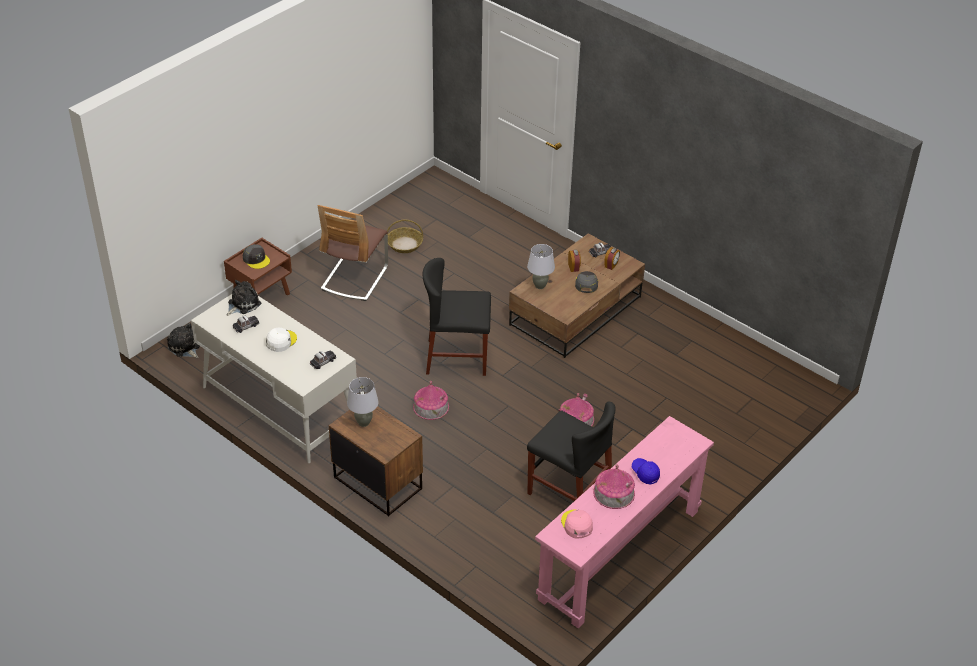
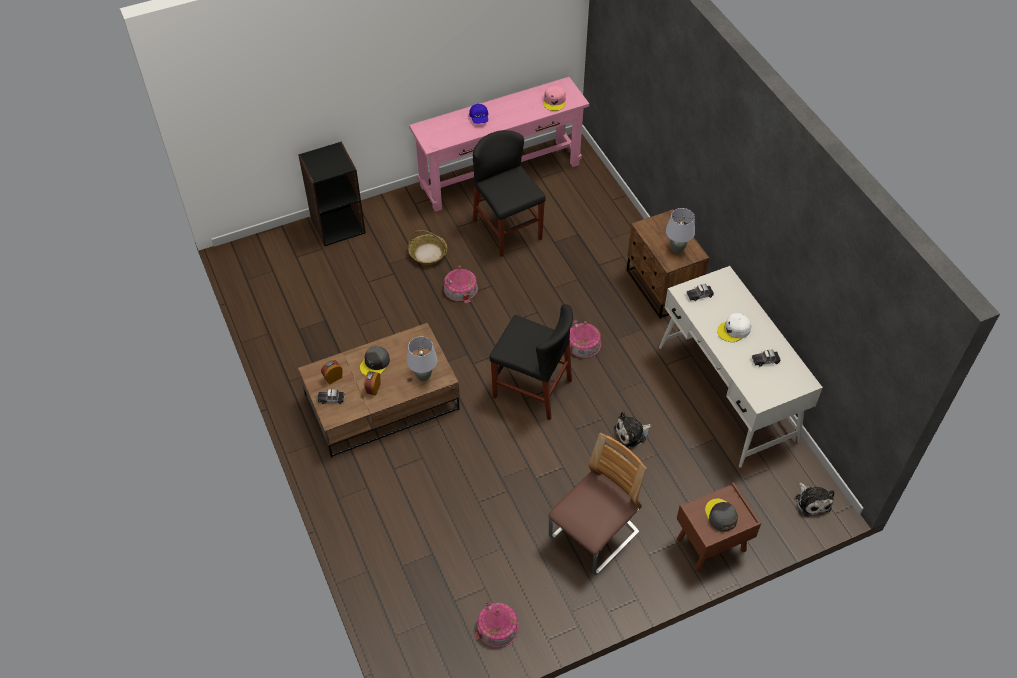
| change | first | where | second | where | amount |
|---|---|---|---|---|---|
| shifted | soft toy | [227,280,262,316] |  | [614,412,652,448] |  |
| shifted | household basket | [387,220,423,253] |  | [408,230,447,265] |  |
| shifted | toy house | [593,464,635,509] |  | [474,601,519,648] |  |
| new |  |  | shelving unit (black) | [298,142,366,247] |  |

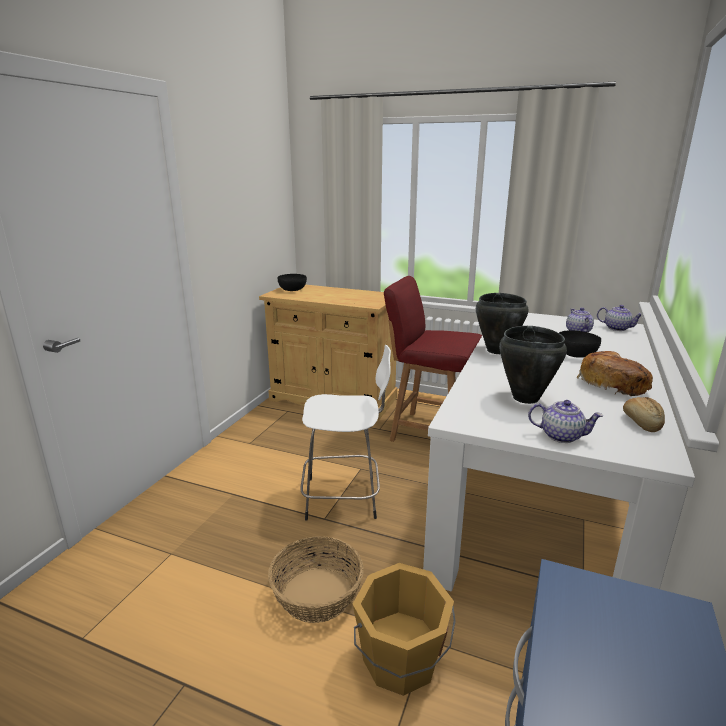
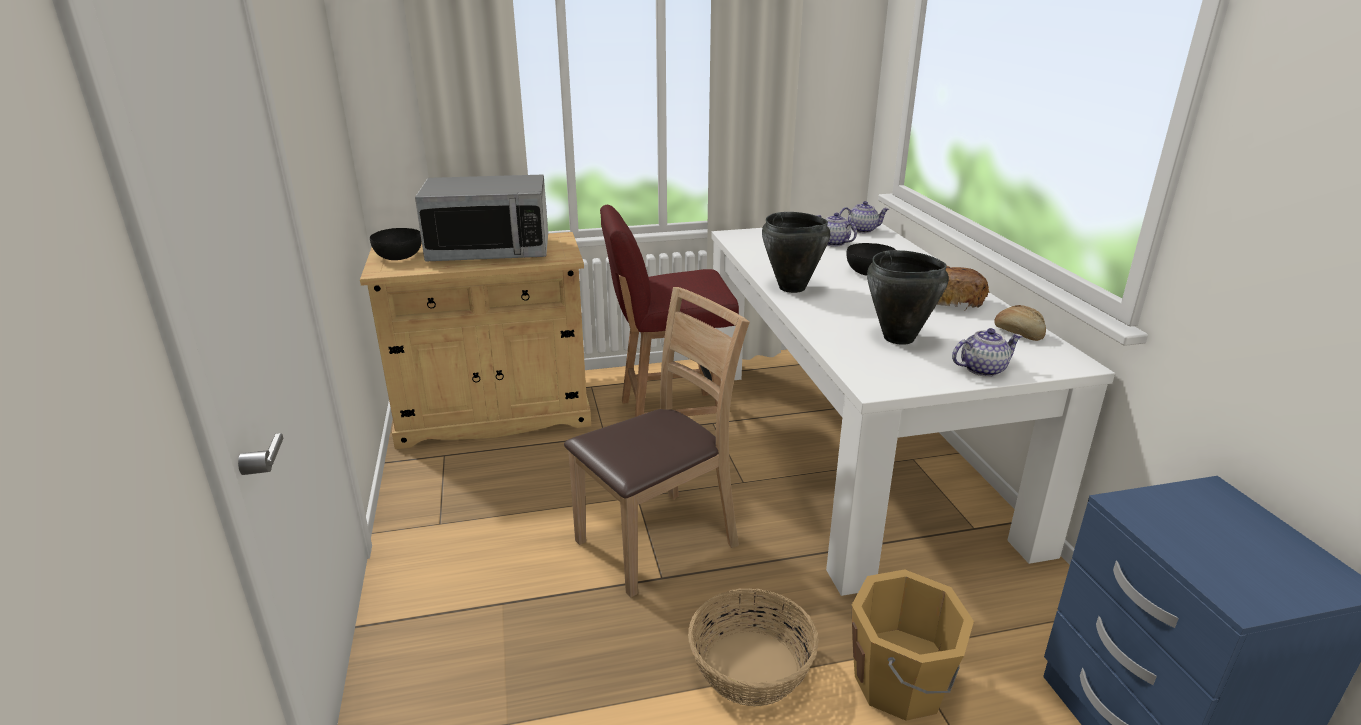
| change | first | where | second | where | amount |
|---|---|---|---|---|---|
| swapped | sitting stool (white-coloured) | [300,345,391,521] | chair (brownish) | [564,287,750,597] |  |
| new |  |  | kitchen microwave | [415,175,548,262] |  |

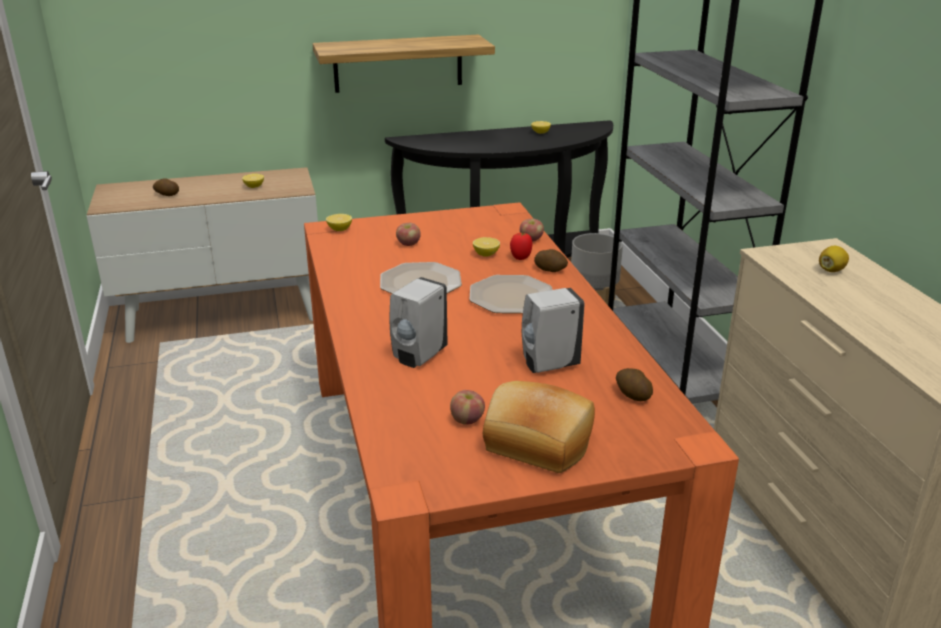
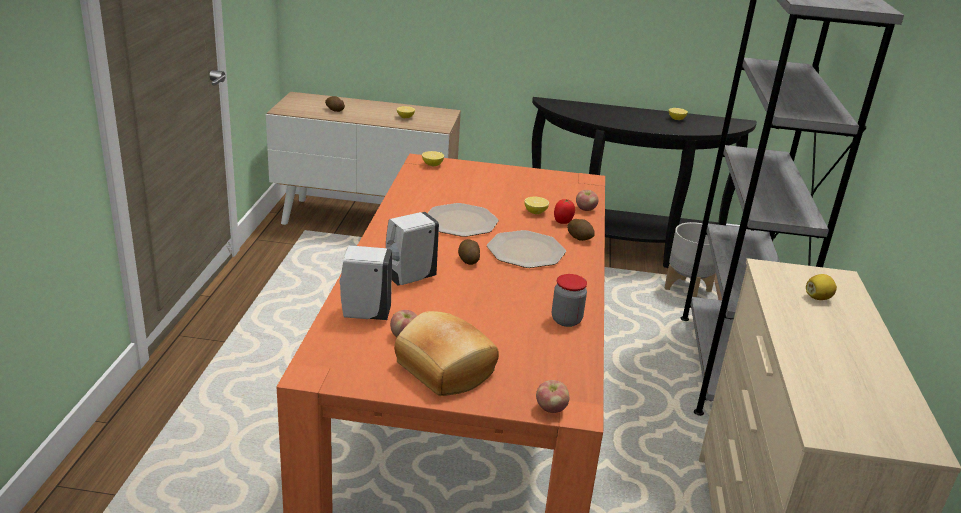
| change | first | where | second | where | amount |
|---|---|---|---|---|---|
| gone | bracket shelf | [313,34,495,93] |  |  |  |
| shifted | whole apple | [396,223,421,246] |  | [536,380,569,413] |  |
| shifted | soap dispenser (white-coloured) | [522,288,585,373] |  | [340,245,392,320] |  |
| shifted | potato | [616,368,653,401] |  | [458,239,480,265] |  |
| new |  |  | jar | [552,274,587,327] |  |

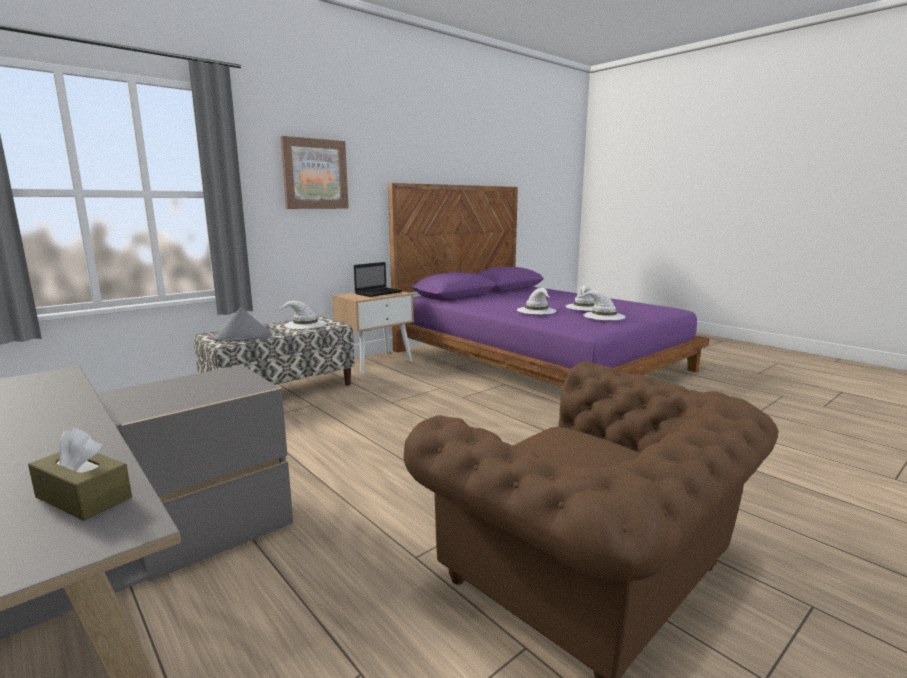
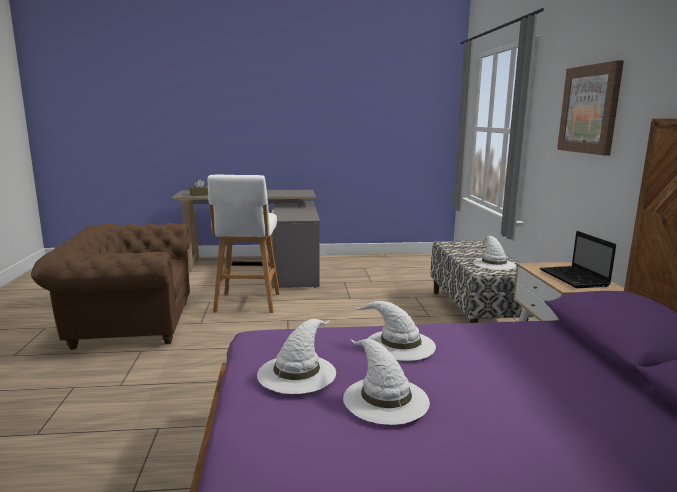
| change | first | where | second | where | amount |
|---|---|---|---|---|---|
| gone | wearable hat (greyish) | [212,307,272,341] |  |  |  |
| new |  |  | sitting stool (white-coloured) | [207,175,280,313] |  |

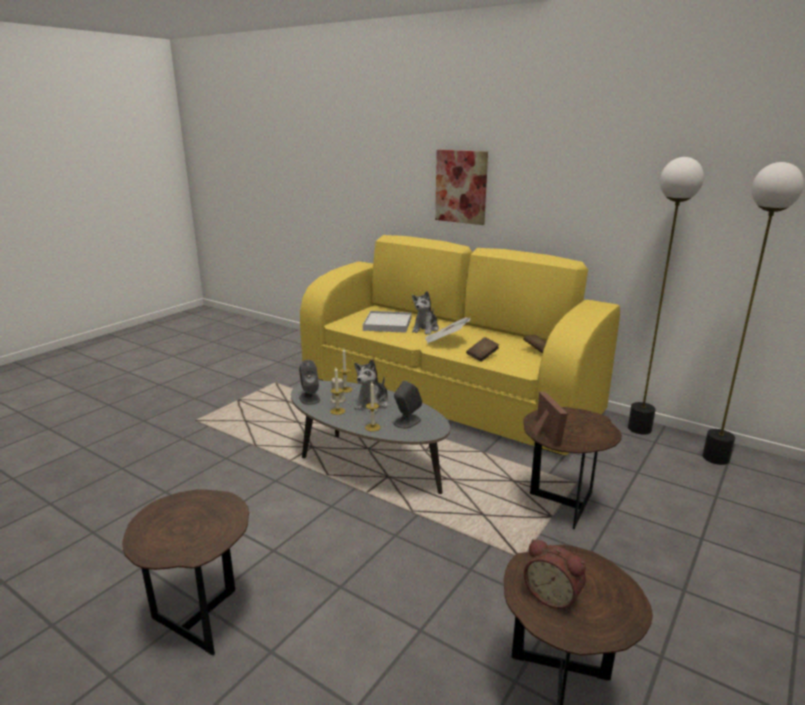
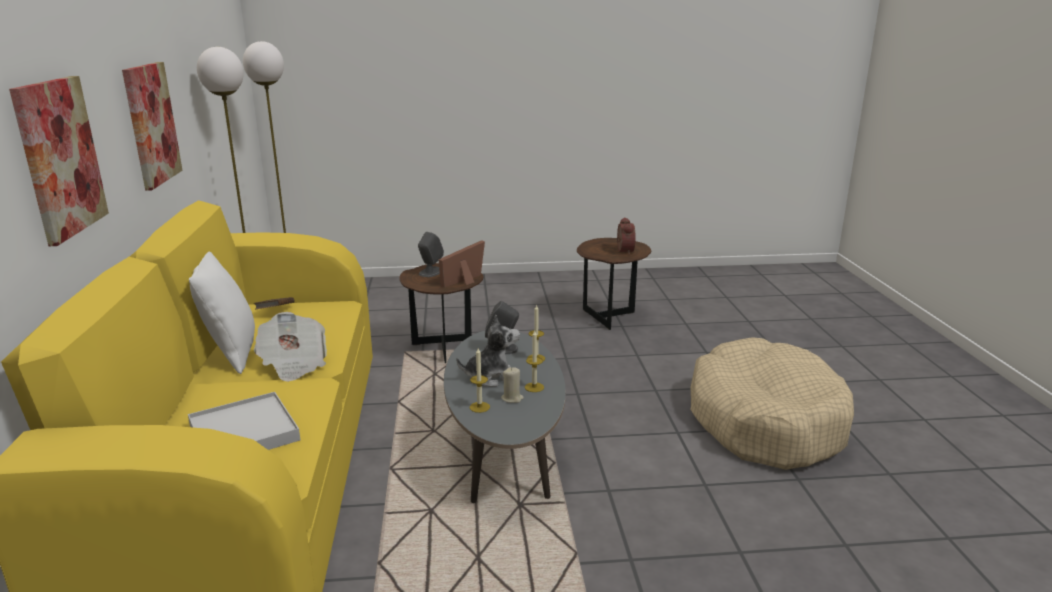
| change | first | where | second | where | amount |
|---|---|---|---|---|---|
| swapped | end table (brownish) | [122,489,249,656] | dog bed (sand-coloured) | [690,337,854,470] |  |
| shifted | audio speaker (greyish) | [299,360,320,405] |  | [418,232,444,277] |  |
| gone | soft toy | [412,291,439,335] |  |  |  |
| gone | bound book (brownish) | [466,337,499,362] |  |  |  |
| new |  |  | wall art | [122,62,183,191] |  |
| new |  |  | pillow (white-coloured) | [189,251,255,374] |  |

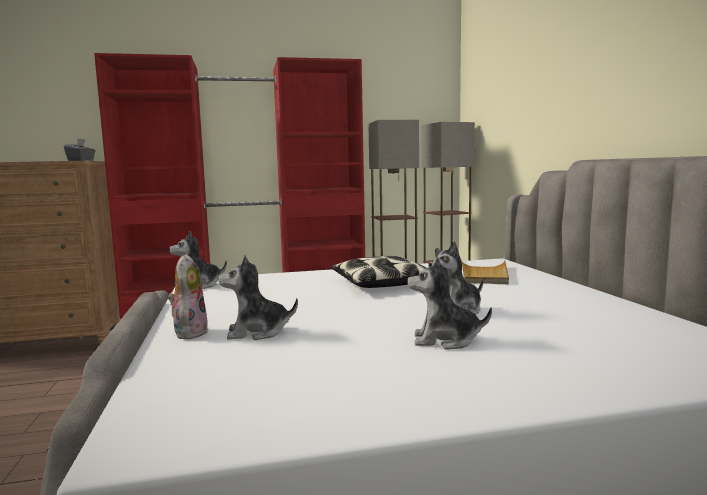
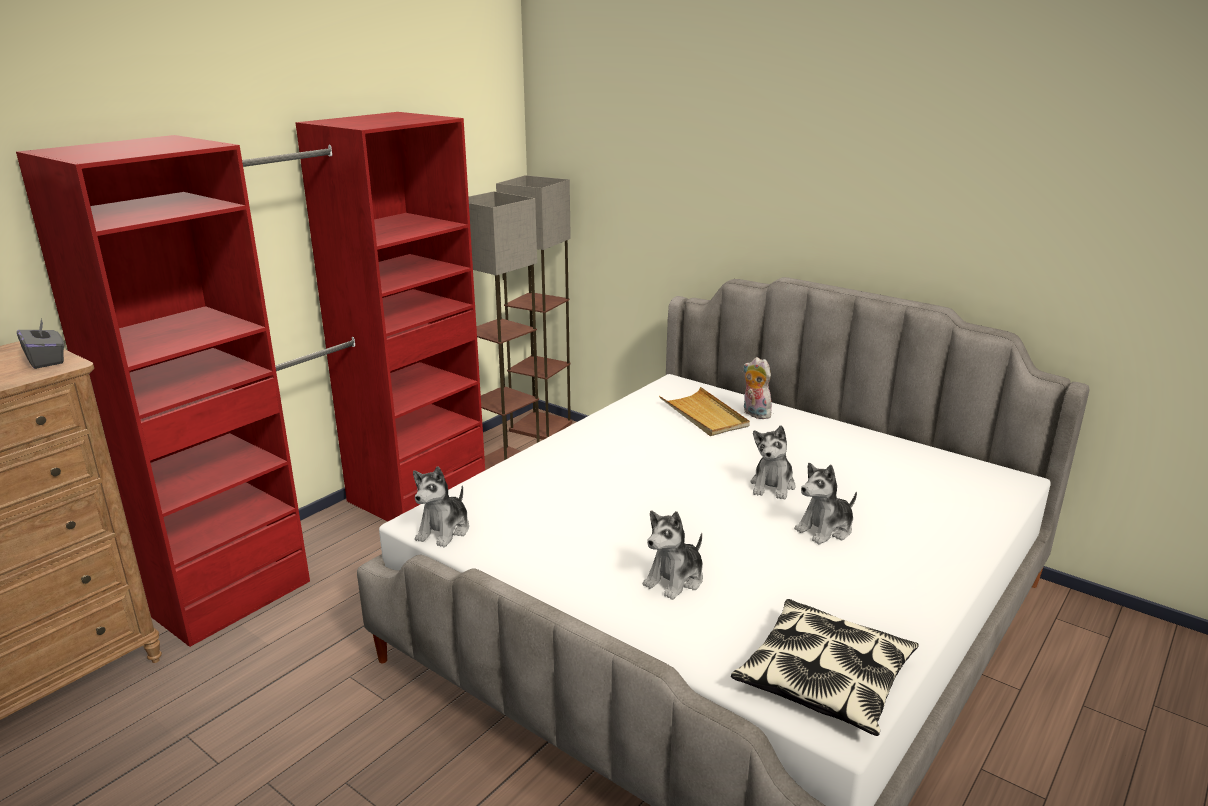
| change | first | where | second | where | amount |
|---|---|---|---|---|---|
| shifted | soft toy | [168,254,208,339] |  | [743,357,772,419] |  |
| shifted | pillow | [331,256,426,288] |  | [731,599,919,736] |  |

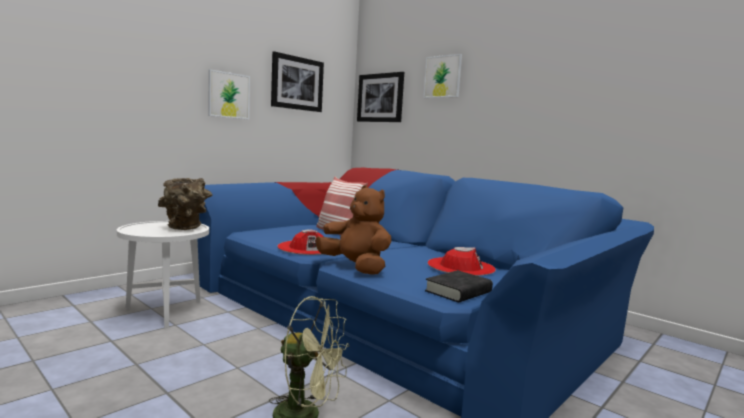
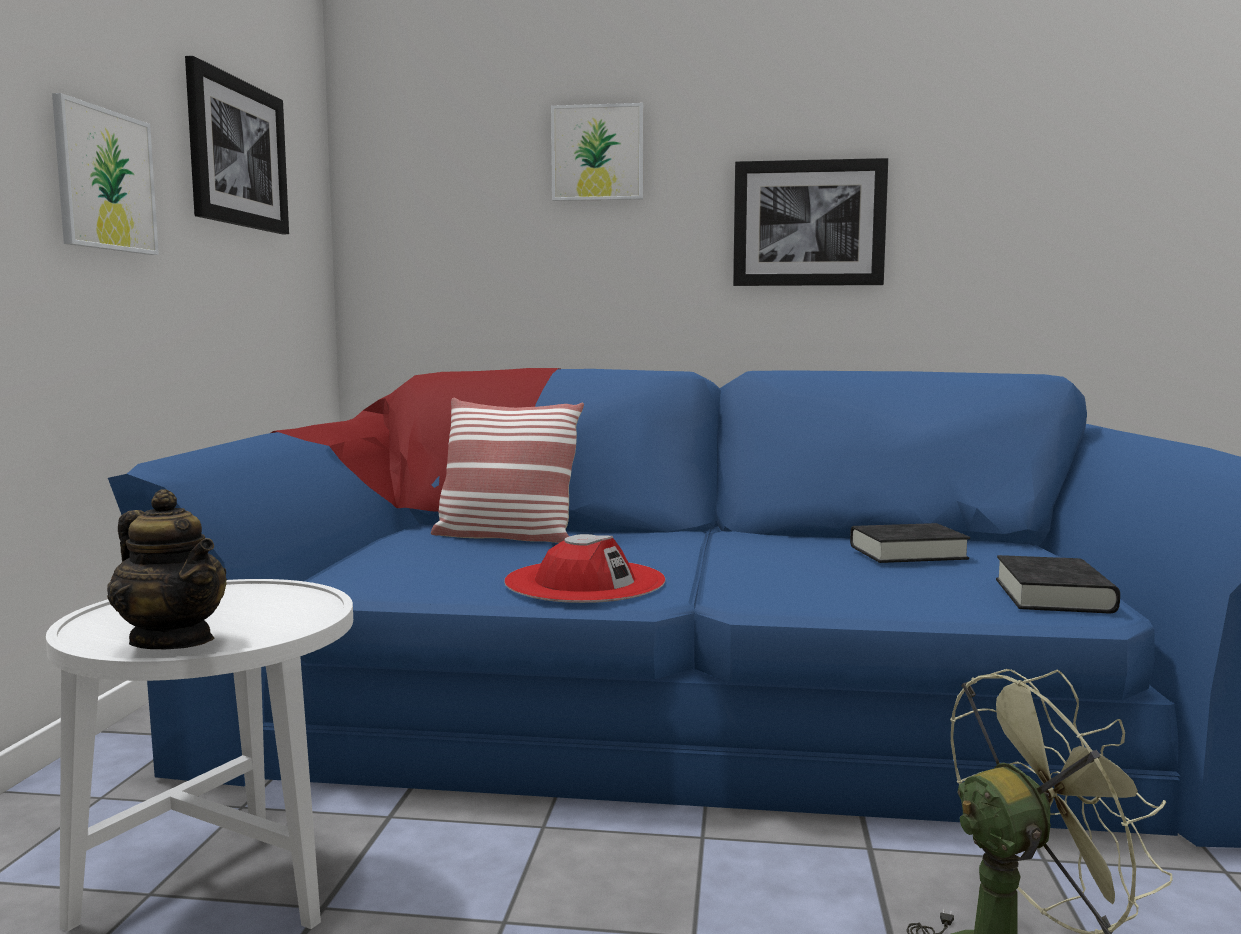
| change | first | where | second | where | amount |
|---|---|---|---|---|---|
| gone | decorative vase (brownish) | [158,178,213,230] |  |  |  |
| gone | soft toy (brownish) | [316,185,391,274] |  |  |  |
| shifted | wall art | [357,72,404,122] |  | [733,158,888,286] |  |
| swapped | wearable hat (red) | [428,247,496,276] | bound book (black) | [850,523,970,563] |  |
| new |  |  | teapot | [107,489,227,649] |  |

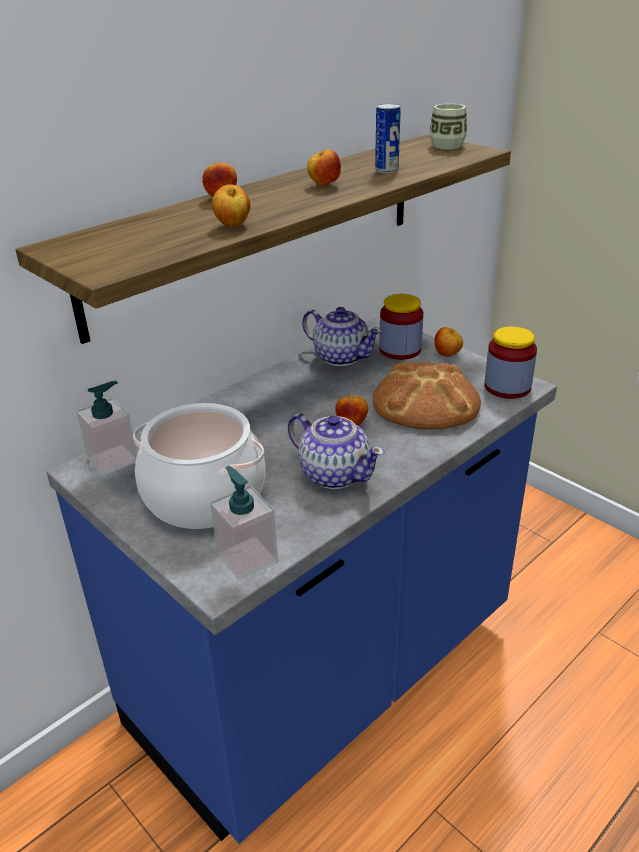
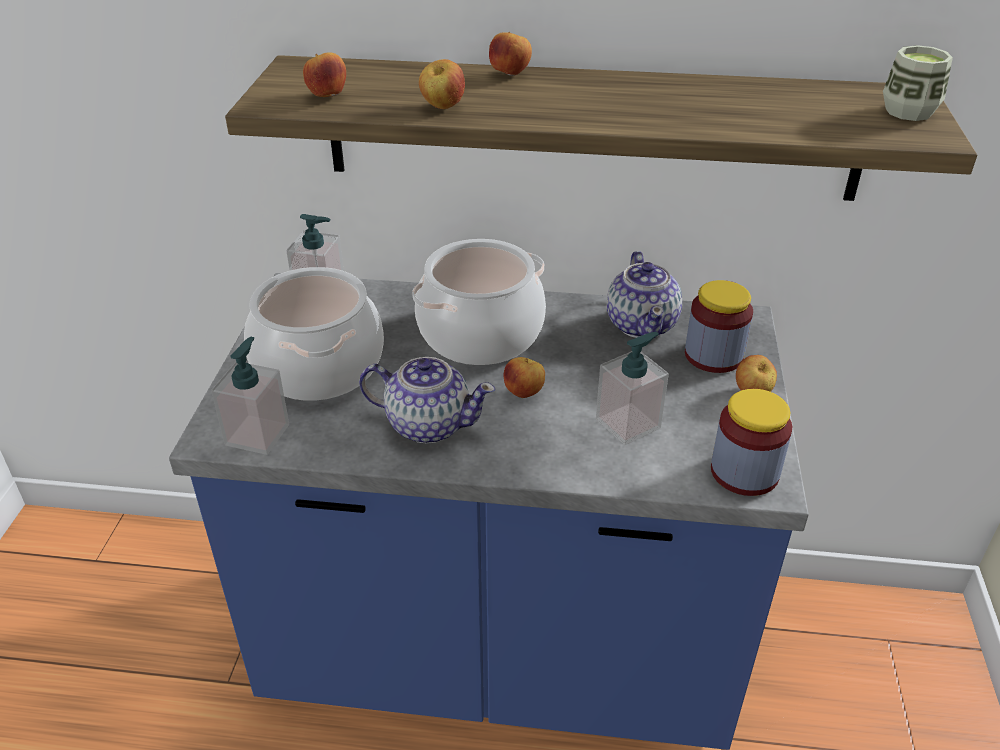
| change | first | where | second | where | amount |
|---|---|---|---|---|---|
| rotated | teapot | [288,413,385,489] |  | [359,357,495,444] | 75 degrees counterclockwise |
| shifted | whole apple | [307,149,341,186] |  | [303,52,346,97] |  |
| swapped | bakery bread | [372,362,481,430] | soap dispenser | [596,332,669,445] |  |
| gone | sealed can | [375,103,401,173] |  |  |  |
| new |  |  | saucepot | [412,239,546,365] |  |

